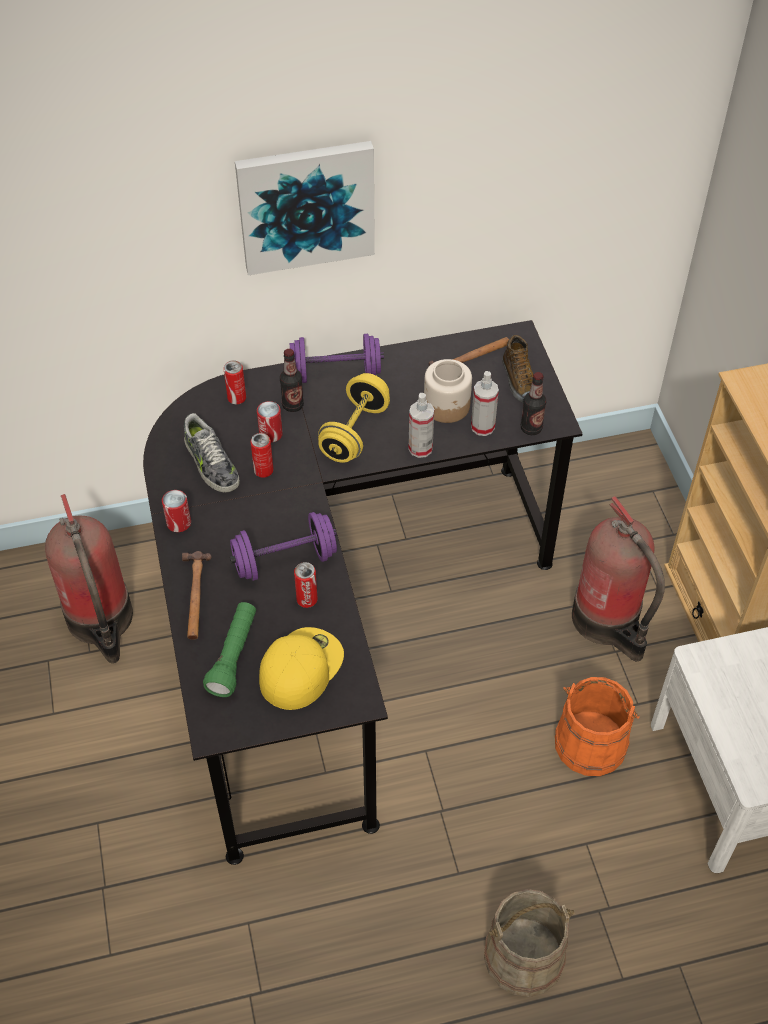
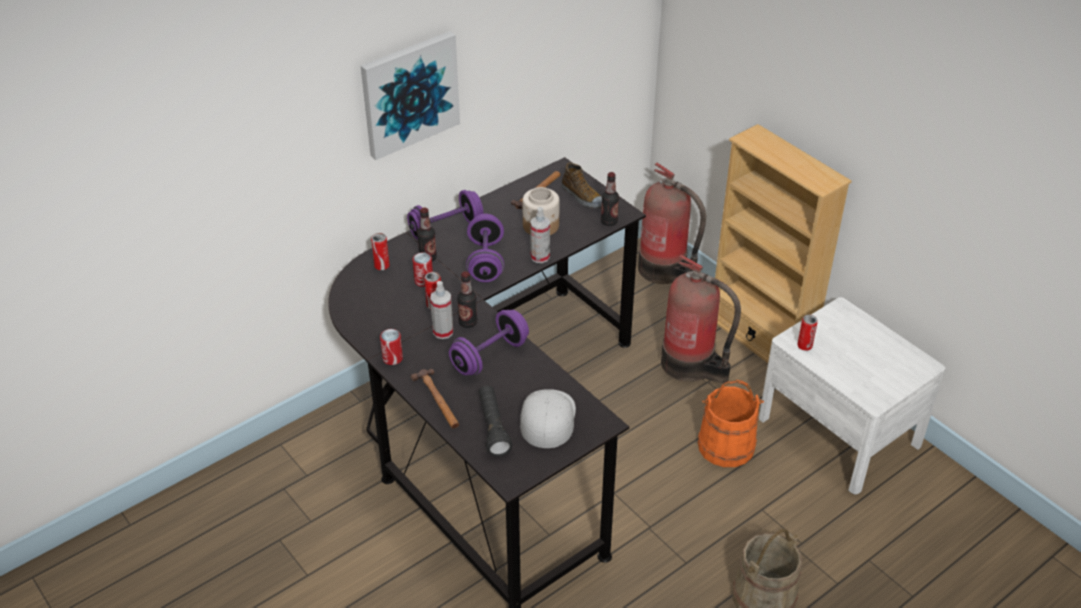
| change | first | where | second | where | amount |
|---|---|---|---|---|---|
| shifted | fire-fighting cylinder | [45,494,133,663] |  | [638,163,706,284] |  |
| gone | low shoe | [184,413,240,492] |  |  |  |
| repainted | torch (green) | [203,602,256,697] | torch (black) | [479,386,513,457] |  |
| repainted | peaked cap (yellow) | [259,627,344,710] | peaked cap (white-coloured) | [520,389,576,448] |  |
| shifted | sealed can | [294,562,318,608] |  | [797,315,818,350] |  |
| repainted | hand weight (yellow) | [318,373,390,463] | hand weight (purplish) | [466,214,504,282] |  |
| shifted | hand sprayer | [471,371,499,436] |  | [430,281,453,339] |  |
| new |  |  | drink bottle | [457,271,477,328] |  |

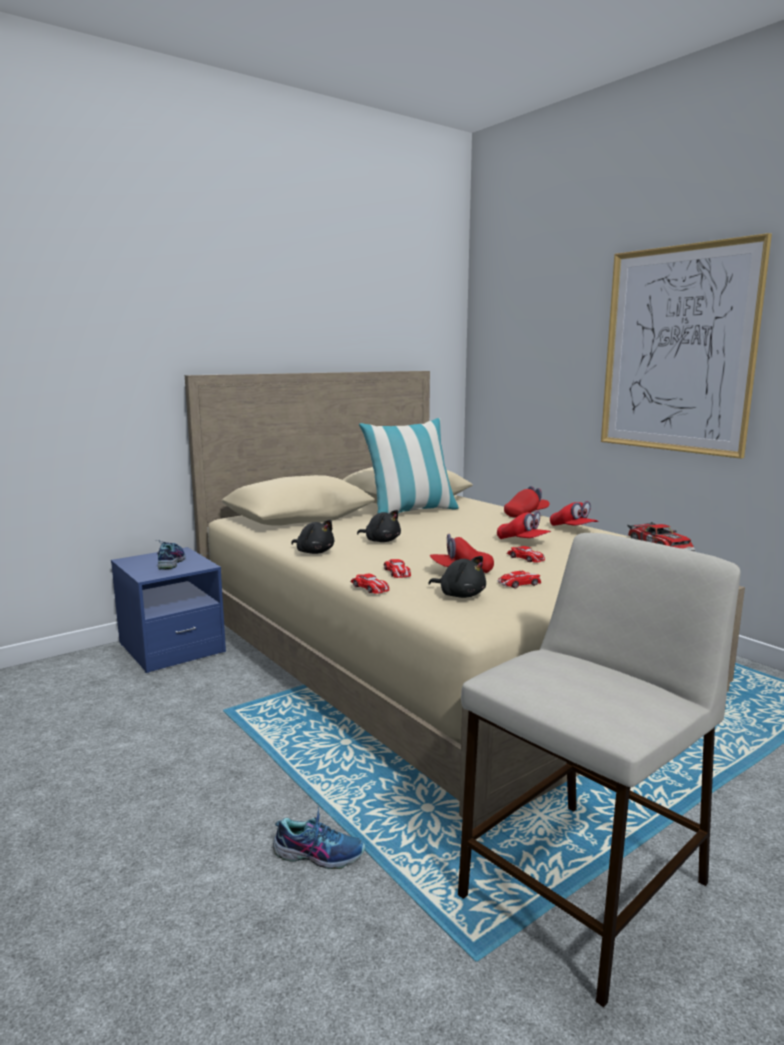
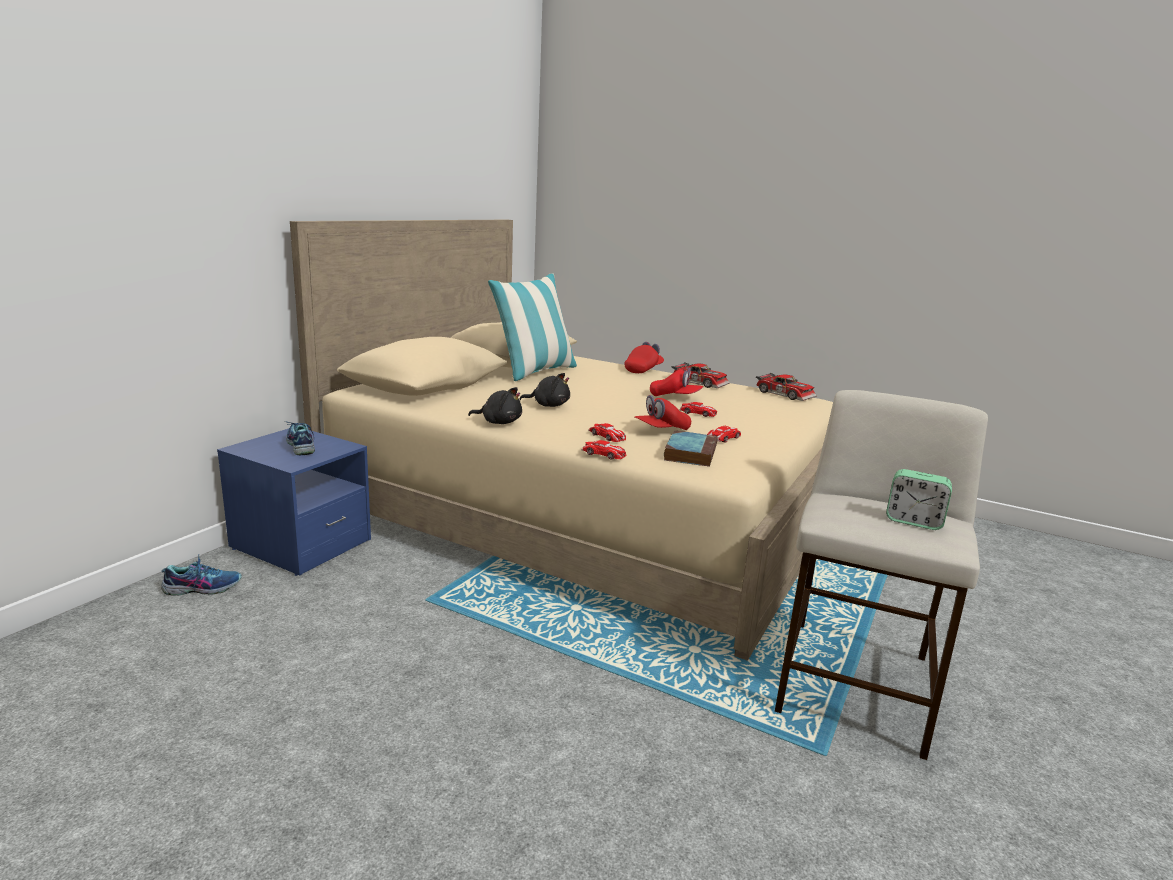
| change | first | where | second | where | amount |
|---|---|---|---|---|---|
| shifted | low shoe | [273,806,365,869] |  | [161,554,242,596] |  |
| swapped | soft toy (black) | [428,556,486,598] | bound book | [664,430,718,467] |  |
| swapped | peaked cap (red) | [550,501,598,526] | model car | [672,362,730,388] |  |
| gone | wall art | [601,233,772,459] |  |  |  |
| new |  |  | table clock | [886,469,952,530] |  |

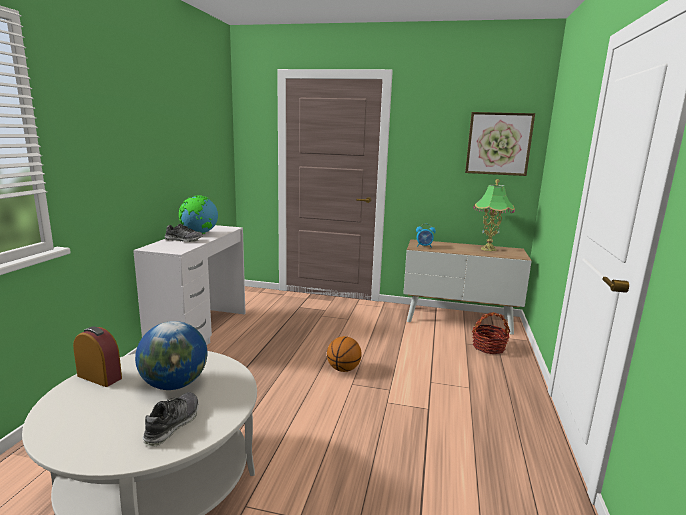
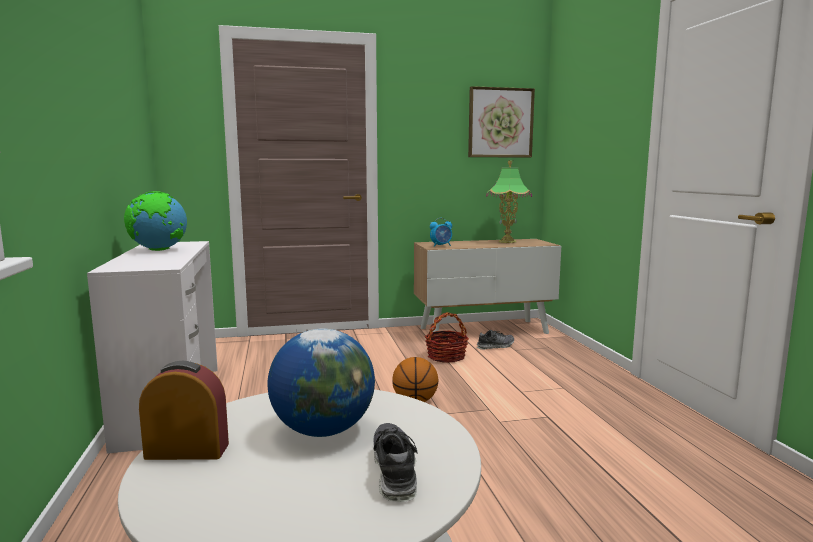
| change | first | where | second | where | amount |
|---|---|---|---|---|---|
| shifted | low shoe | [165,224,203,242] |  | [477,330,514,350] |  |
| shifted | household basket | [472,312,510,354] |  | [425,312,469,363] |  |

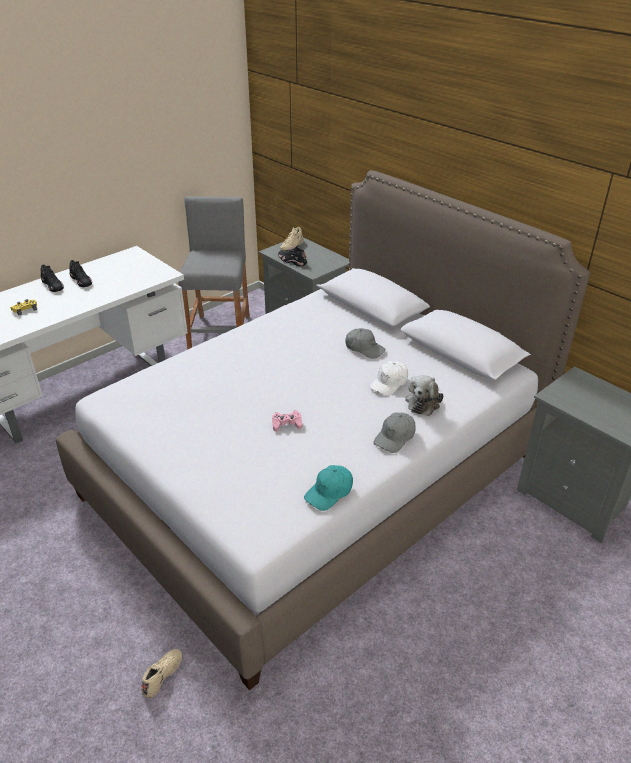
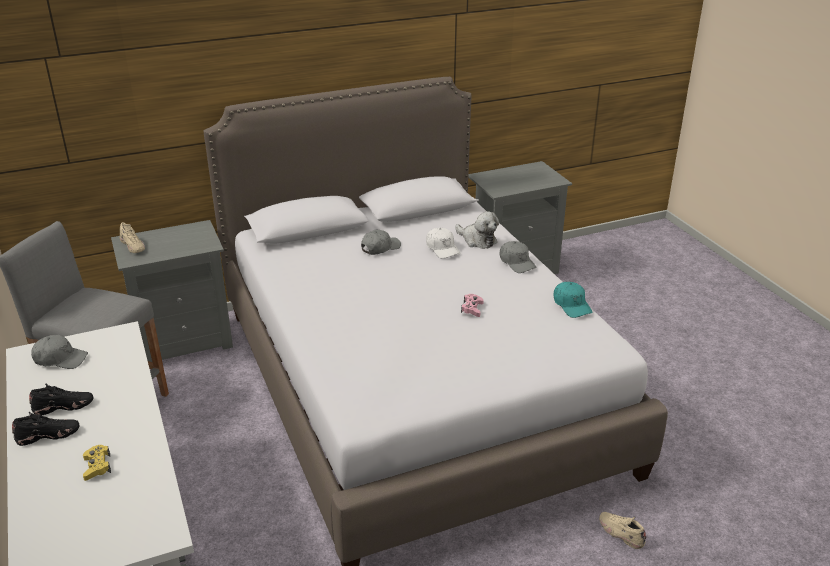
| change | first | where | second | where | amount |
|---|---|---|---|---|---|
| gone | low shoe (black) | [278,245,307,266] |  |  |  |
| new |  |  | peaked cap (greyish) | [31,335,88,369] |  |

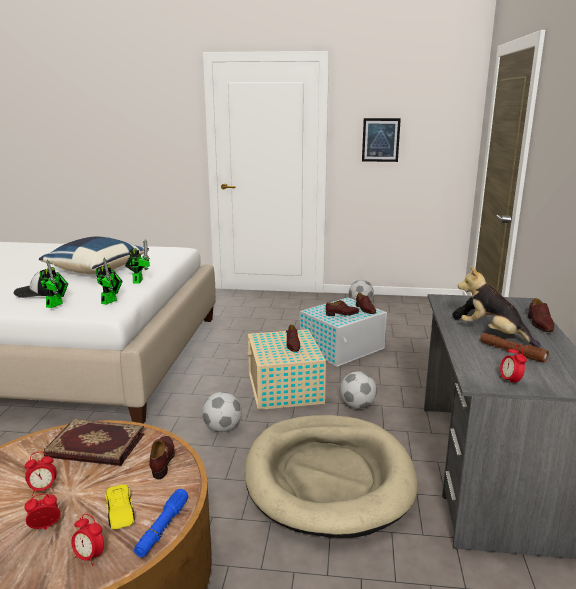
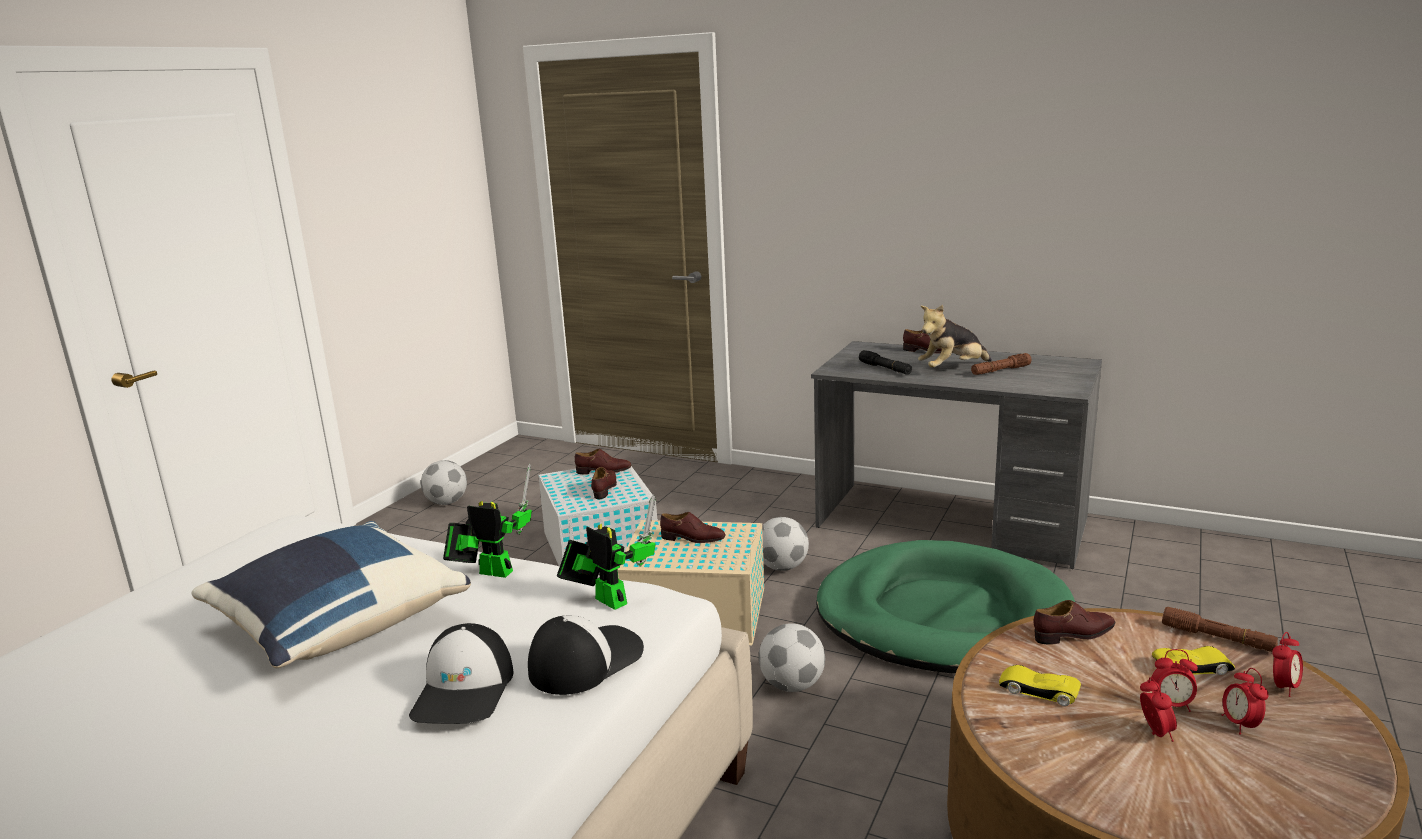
| change | first | where | second | where | amount |
|---|---|---|---|---|---|
| swapped | model robot | [40,260,68,308] | peaked cap | [528,615,644,695] |  |
| swapped | bound book | [44,419,144,466] | model car (yellow) | [999,665,1081,706] |  |
| repainted | torch (blue-coloured) | [134,489,188,557] | torch (brownish) | [1162,607,1278,652] |  |
| rotated | low shoe (brownish) | [149,436,175,479] |  | [1033,600,1115,644] | 150 degrees clockwise |
| repainted | dog bed (sand-coloured) | [245,415,418,538] | dog bed (green) | [816,540,1075,673] |  |
| gone | wall art | [362,118,401,162] |  |  |  |
| shifted | table clock | [500,345,527,386] |  | [1150,649,1198,712] |  |

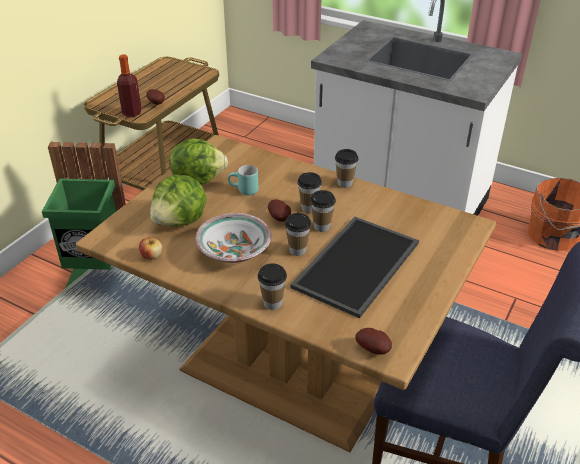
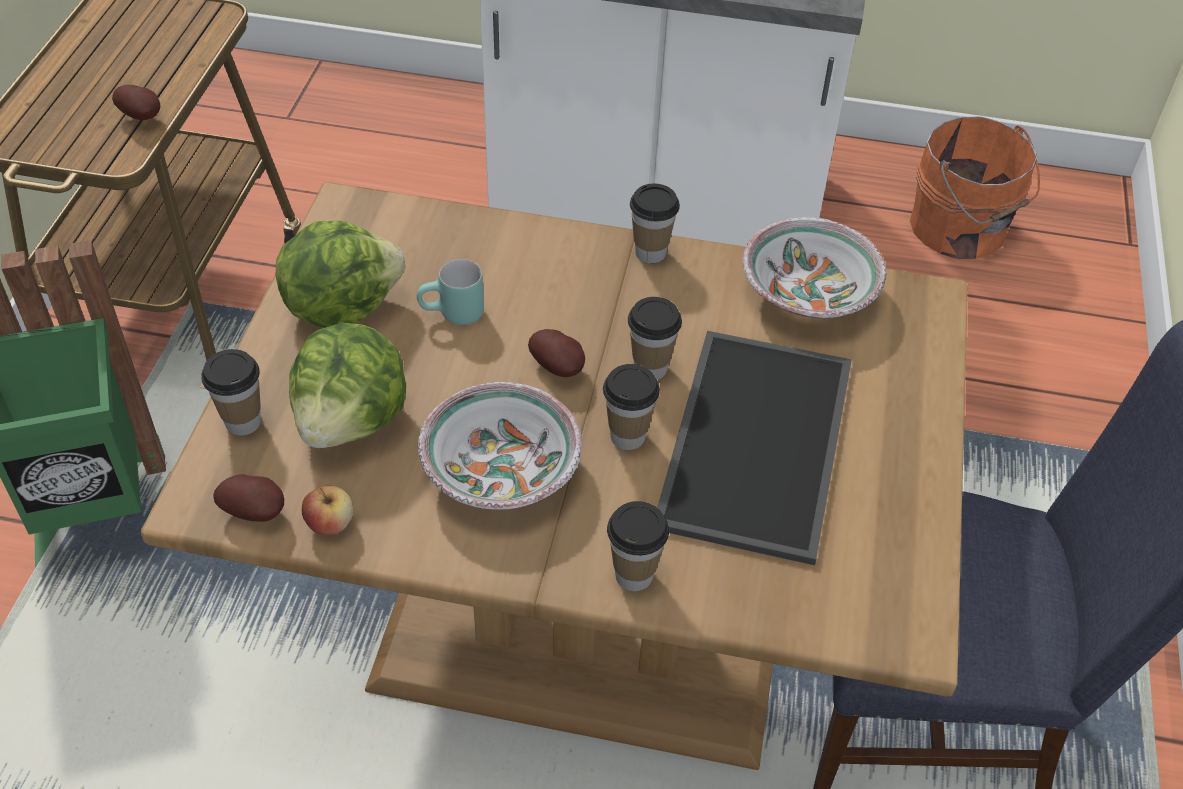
| change | first | where | second | where | amount |
|---|---|---|---|---|---|
| gone | drink bottle | [117,55,142,117] |  |  |  |
| shifted | small cup | [297,172,322,213] |  | [202,349,261,436] |  |
| shifted | potato | [355,328,392,355] |  | [213,474,284,522] |  |
| new |  |  | serving bowl | [742,217,887,318] |  |

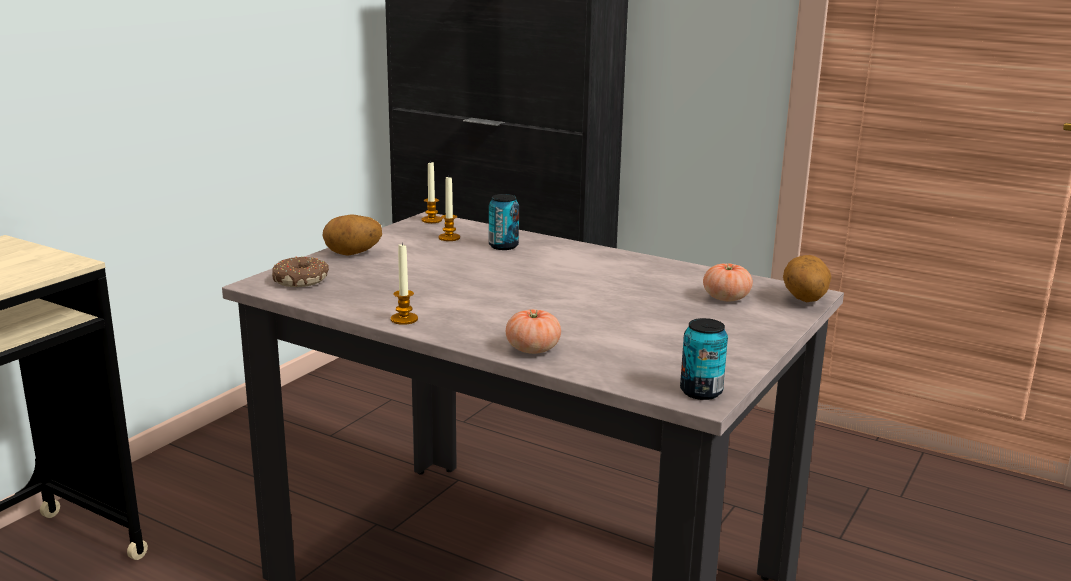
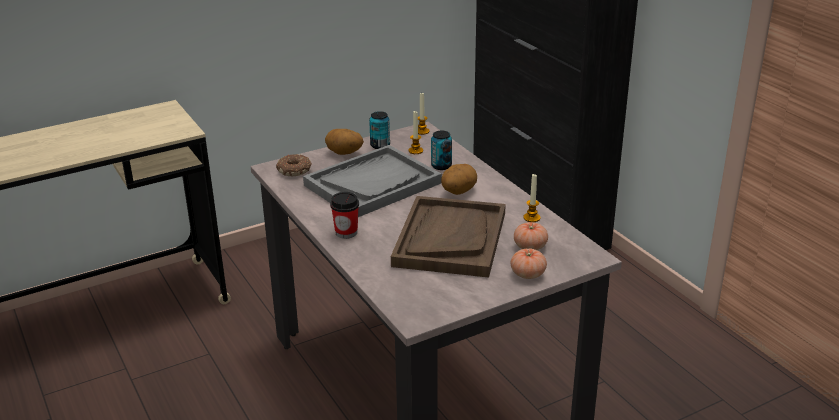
| change | first | where | second | where | amount |
|---|---|---|---|---|---|
| shifted | candle | [391,243,418,325] |  | [523,173,541,222] |  |
| shifted | whole tomato | [506,309,561,354] |  | [510,249,547,279] |  |
| shifted | sealed can | [680,318,728,400] |  | [369,111,390,149] |  |
| shifted | potato | [783,255,831,302] |  | [441,164,477,195] |  |
| new |  |  | tray (greyish) | [303,145,442,217] |  |
| new |  |  | small cup | [330,192,359,239] |  |
| new |  |  | tray (brownish) | [391,196,506,278] |  |

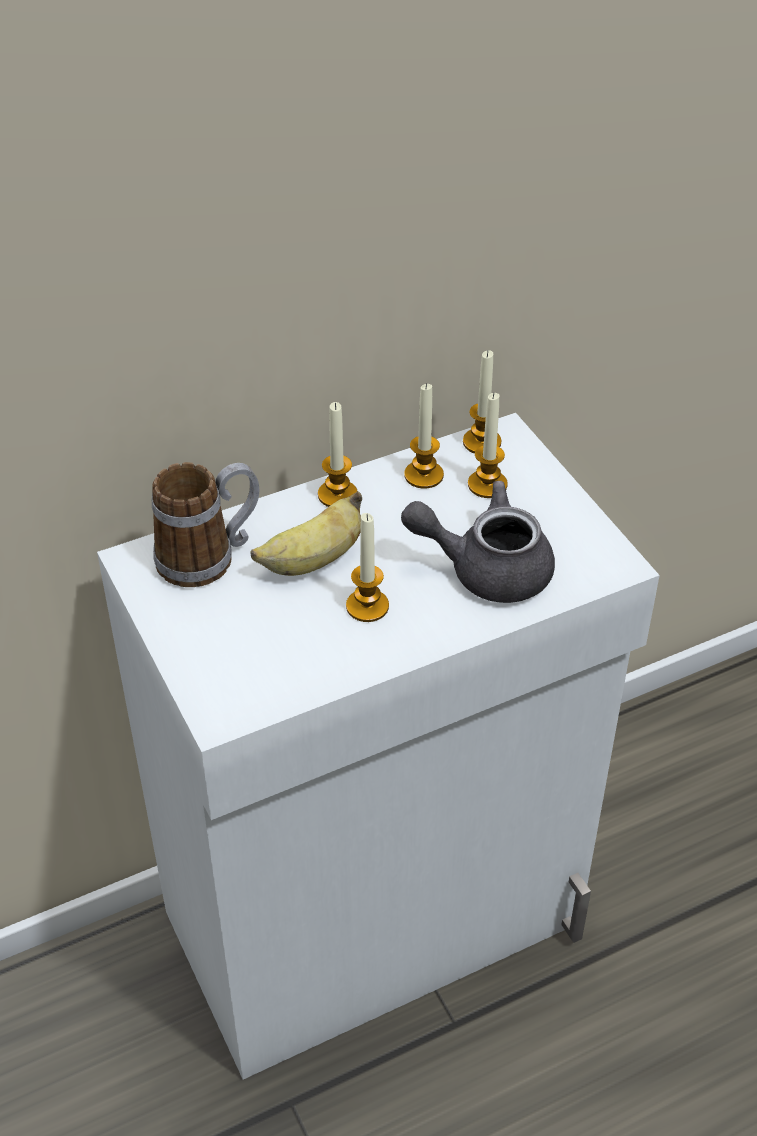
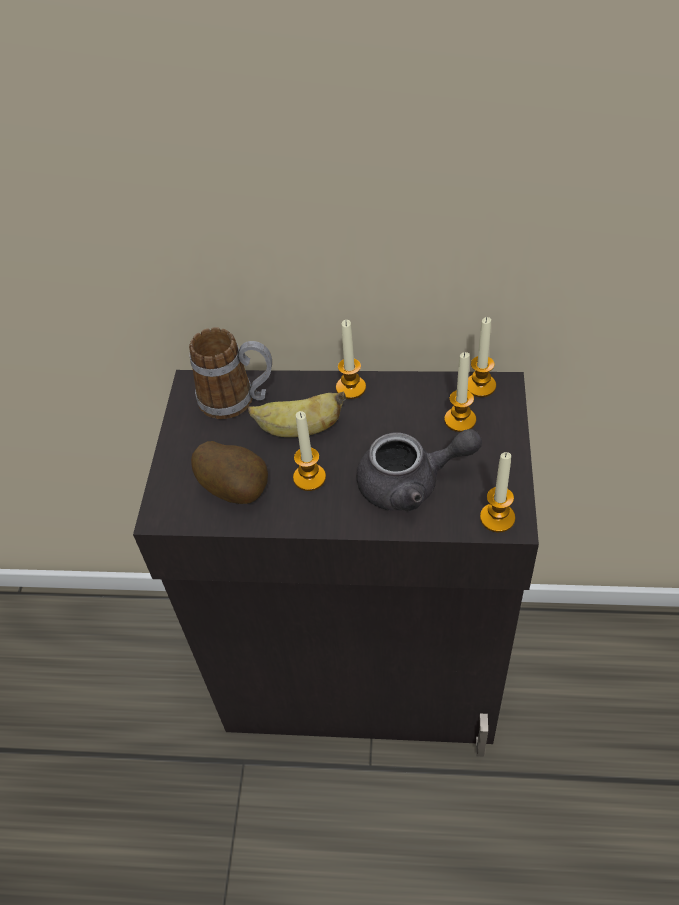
| change | first | where | second | where | amount |
|---|---|---|---|---|---|
| repainted | storage cabinet (white-coloured) | [97,413,660,1080] | storage cabinet (black) | [133,370,539,757] |  |
| rotated | teapot (greyish) | [401,481,555,603] |  | [356,429,482,511] | 135 degrees clockwise |
| shifted | candle | [404,383,444,489] |  | [480,452,515,532] |  |
| new |  |  | potato | [191,441,268,504] |  |

